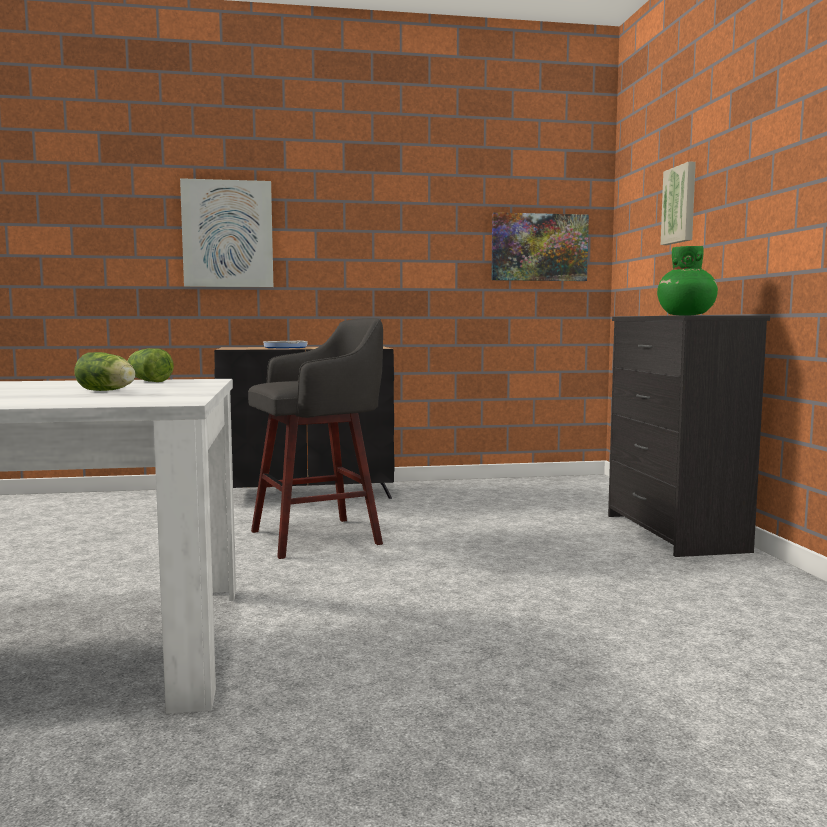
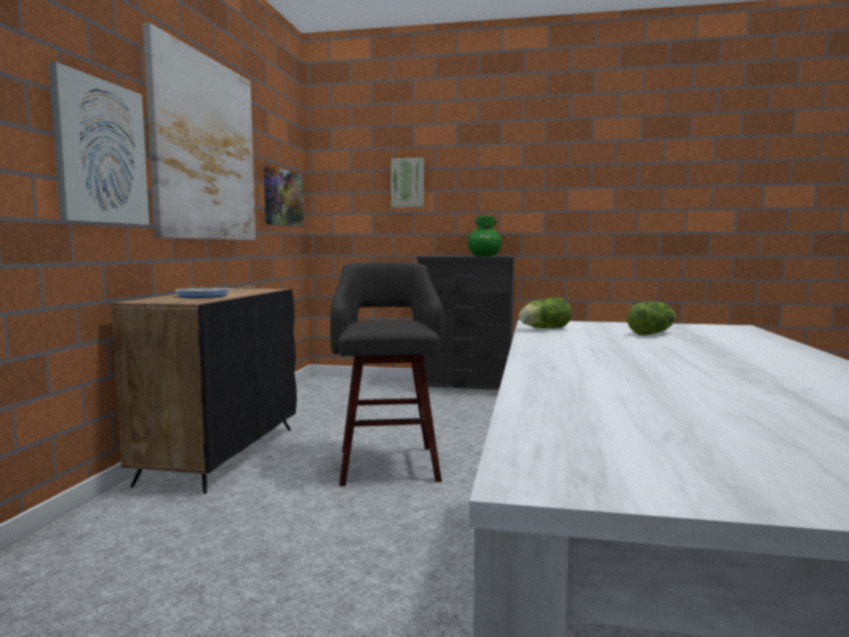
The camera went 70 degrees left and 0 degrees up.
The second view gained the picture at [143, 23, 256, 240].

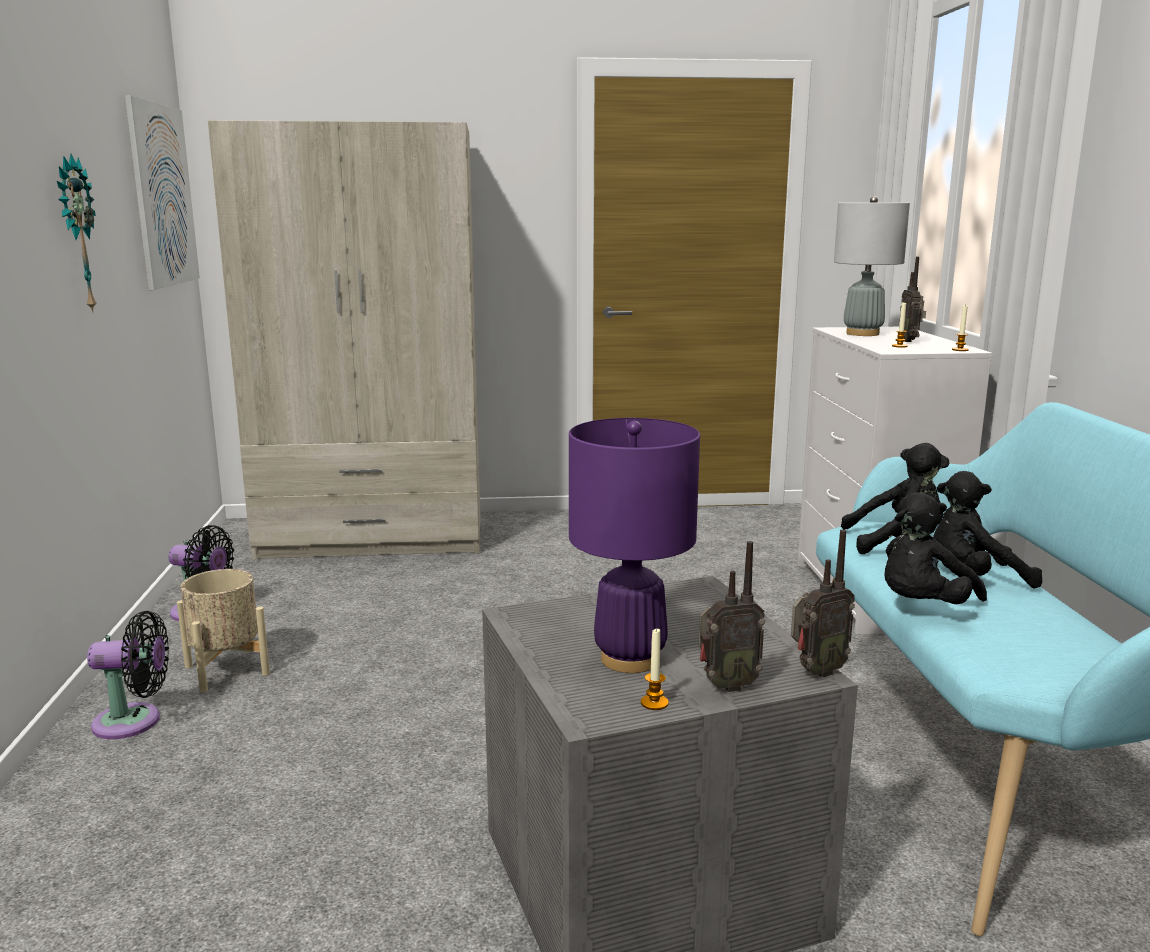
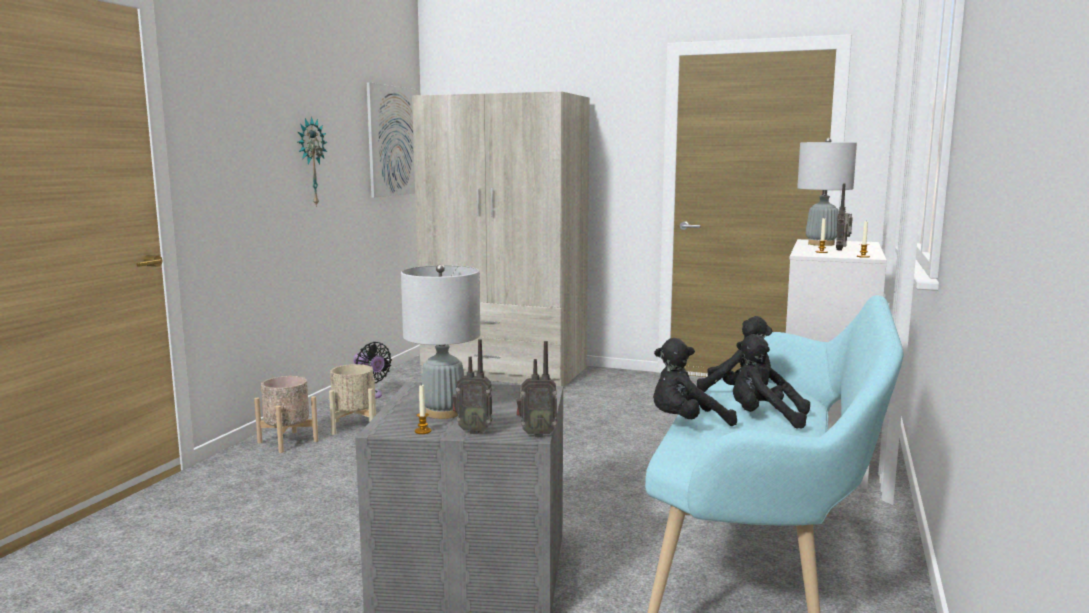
The camera went 25 degrees right and 5 degrees down.
Where the black fan stood at [87, 611, 169, 739], the beige planter came to stand at [254, 376, 319, 453].
What was the purple table lamp at [569, 418, 700, 673] turned into the grey table lamp at [401, 264, 480, 419].

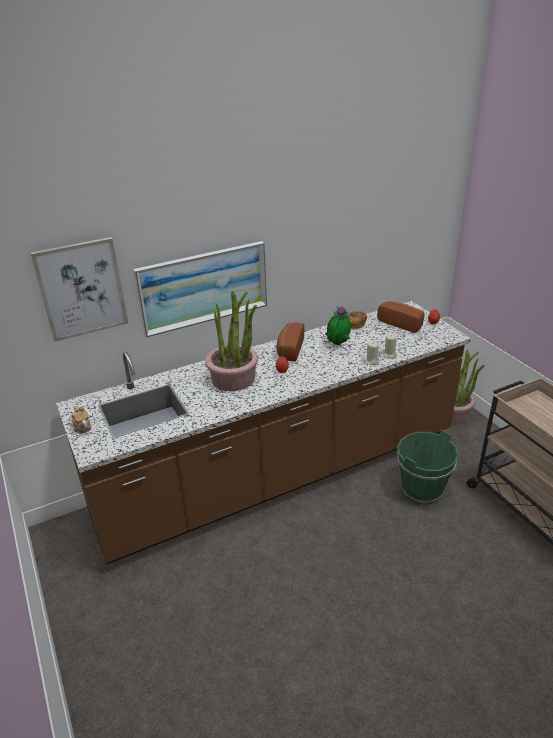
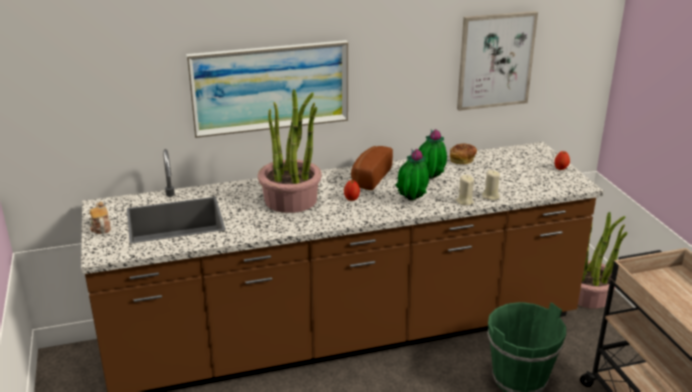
The camera went 10 degrees right and 5 degrees down.
The picture ended up elsewhere, having gone from [31, 237, 128, 342] to [457, 11, 538, 111].
The second view lost the bread at [377, 301, 424, 333].
The second view gained the potted plant at [395, 148, 429, 201].

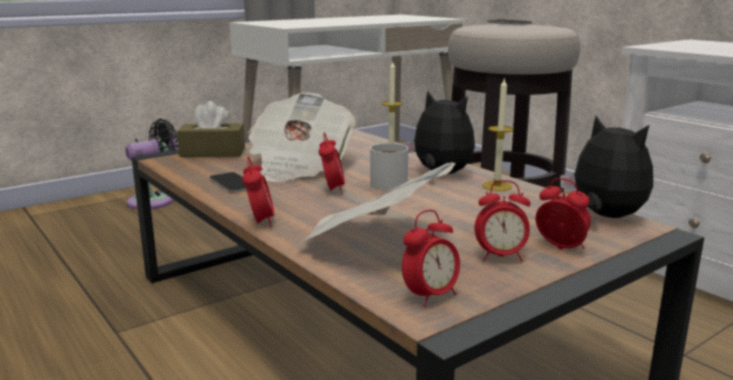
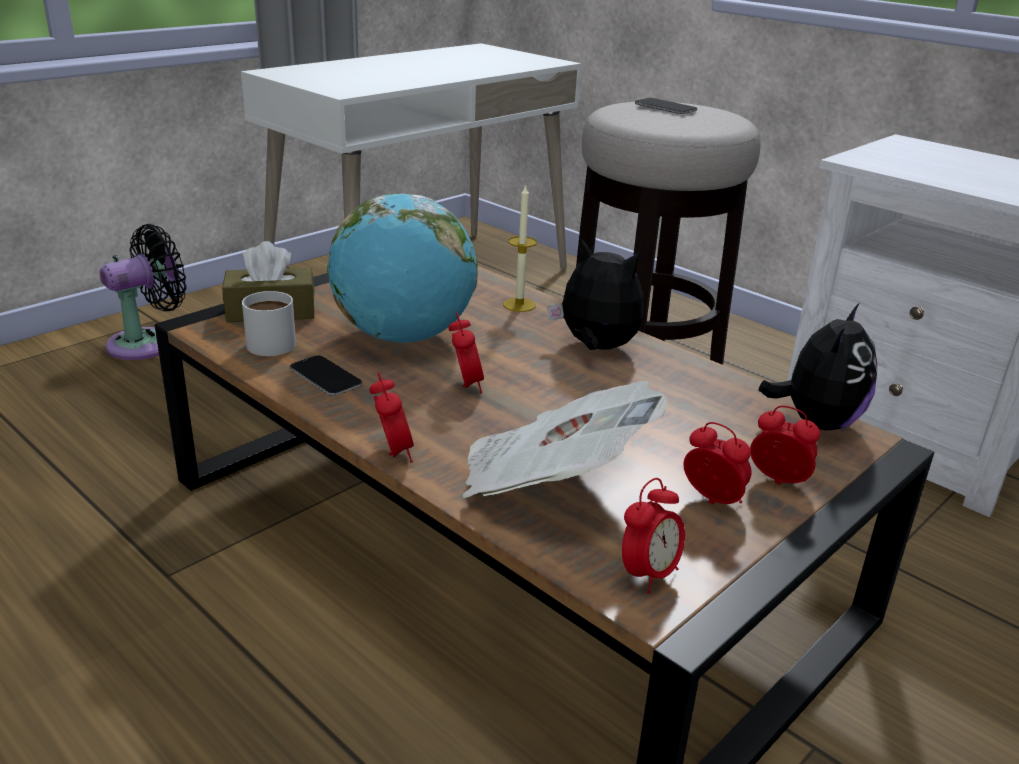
The camera went 10 degrees left and 10 degrees up.
Where the newspaper stood at [247, 92, 356, 182], the globe came to stand at [327, 193, 478, 343].
The white mug ended up elsewhere, having gone from [370, 143, 408, 190] to [242, 291, 296, 356].
The alarm clock at [474, 180, 530, 262] ended up facing another way, 135 degrees counterclockwise from before.
The second view lost the candle at [482, 77, 514, 191].
The plush toy at [560, 116, 653, 218] ended up facing another way, 75 degrees clockwise from before.

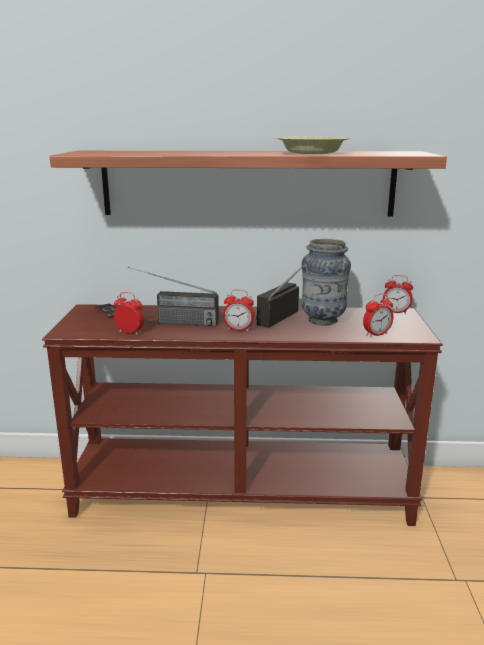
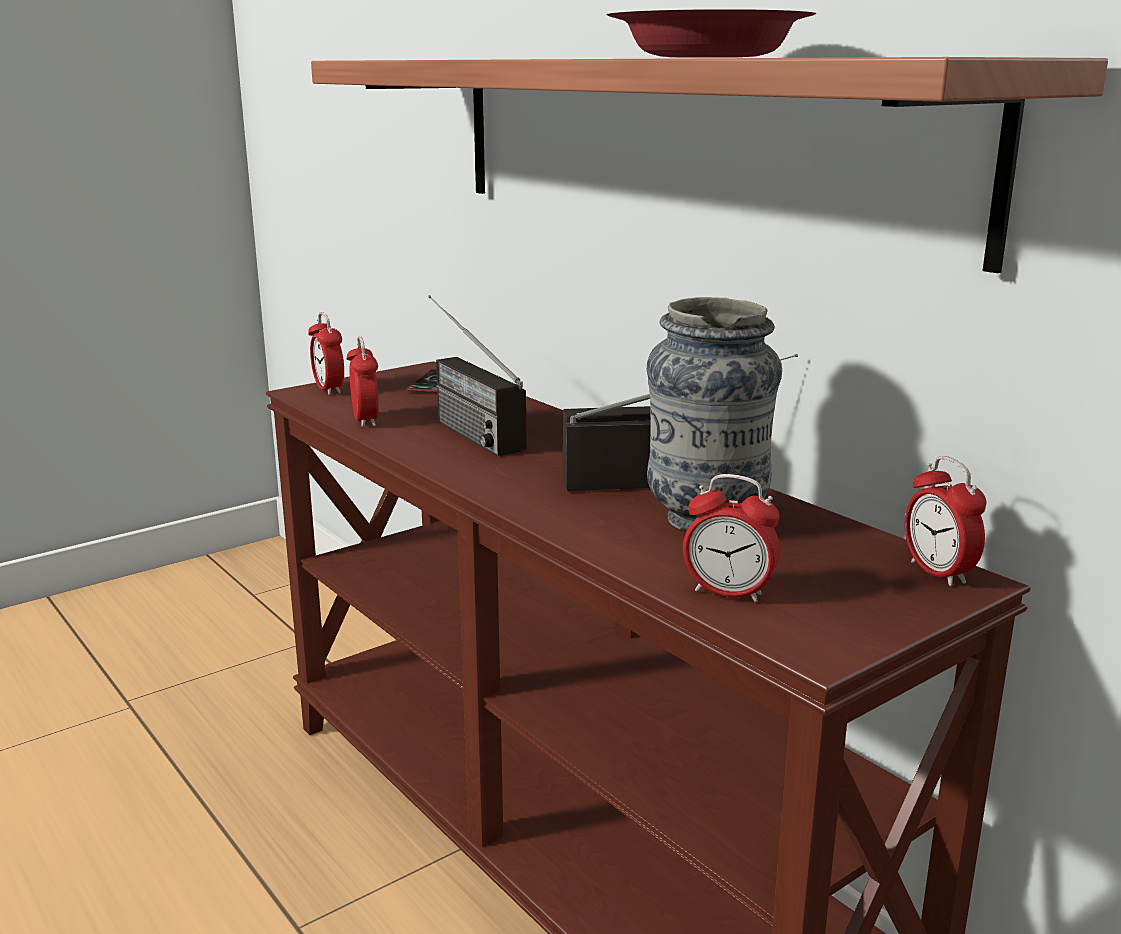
The camera went 50 degrees right and 0 degrees up.
The alarm clock ended up elsewhere, having gone from [223, 290, 255, 331] to [308, 312, 344, 395].
What was the yellow bowl at [276, 137, 351, 154] turned into the red bowl at [606, 9, 817, 57].

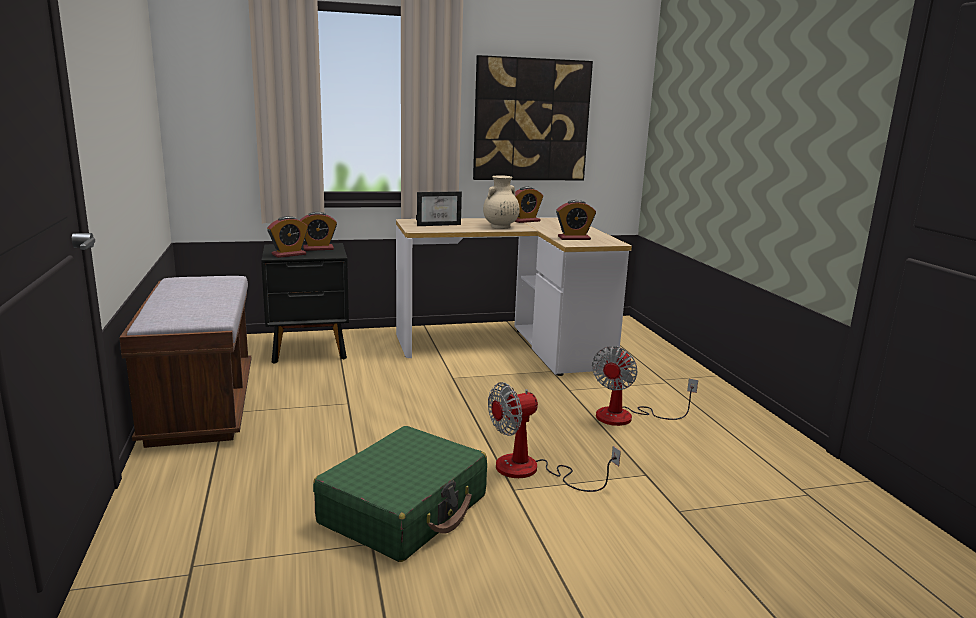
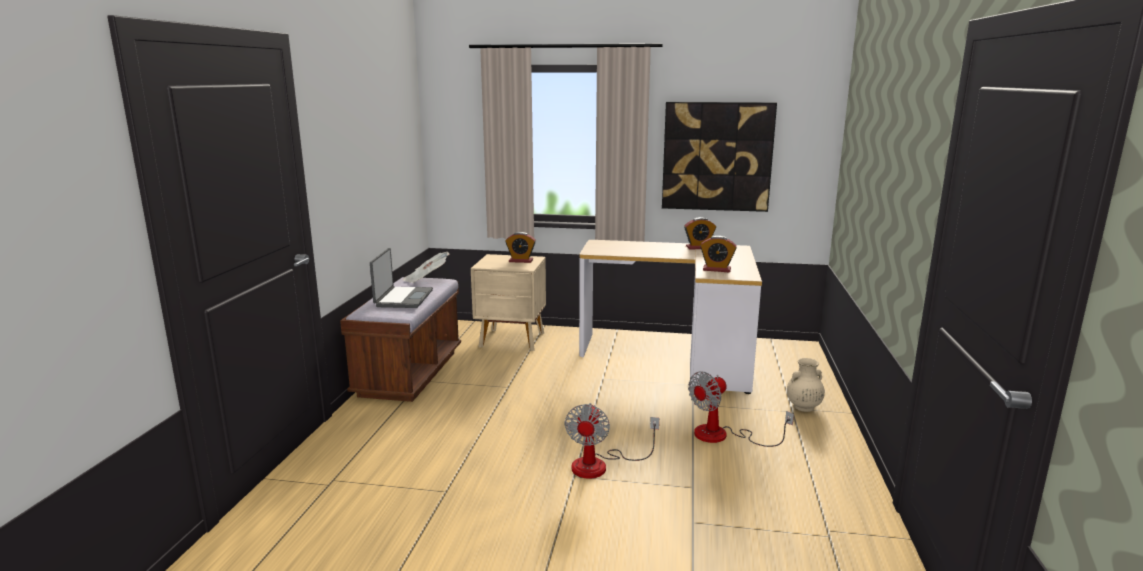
The camera went 25 degrees right and 0 degrees up.
What was the black nightstand at [261, 243, 349, 364] turned into the beige nightstand at [471, 254, 546, 351].
The second view lost the alarm clock at [267, 216, 308, 258].
The second view lost the green suitcase at [313, 426, 487, 562].
The second view lost the picture frame at [416, 191, 462, 226].
The beige vase ended up elsewhere, having gone from [483, 175, 520, 229] to [787, 358, 825, 412].
The fan at [488, 382, 621, 492] ended up facing another way, 75 degrees counterclockwise from before.
The second view gained the laptop at [370, 248, 433, 308].
The second view gained the newspaper at [403, 252, 449, 283].

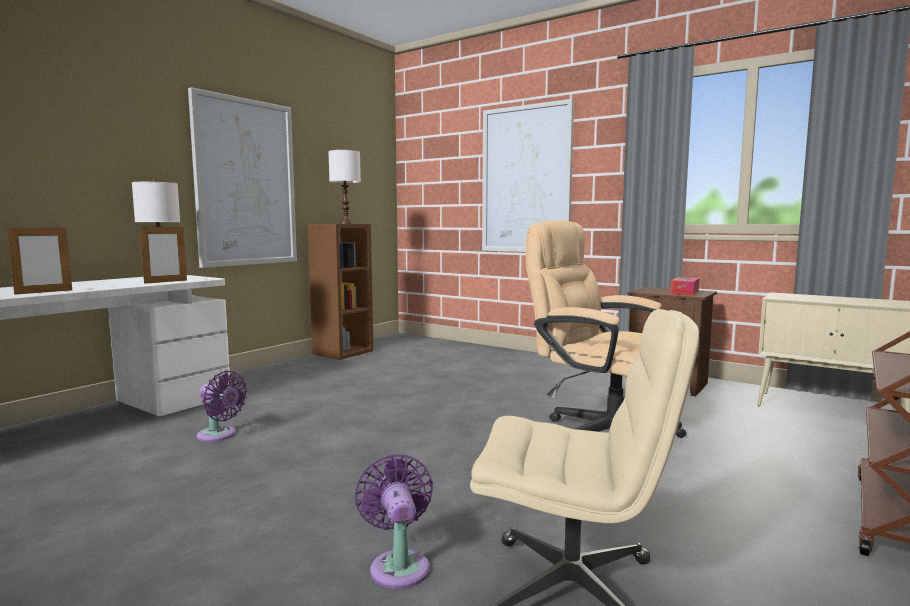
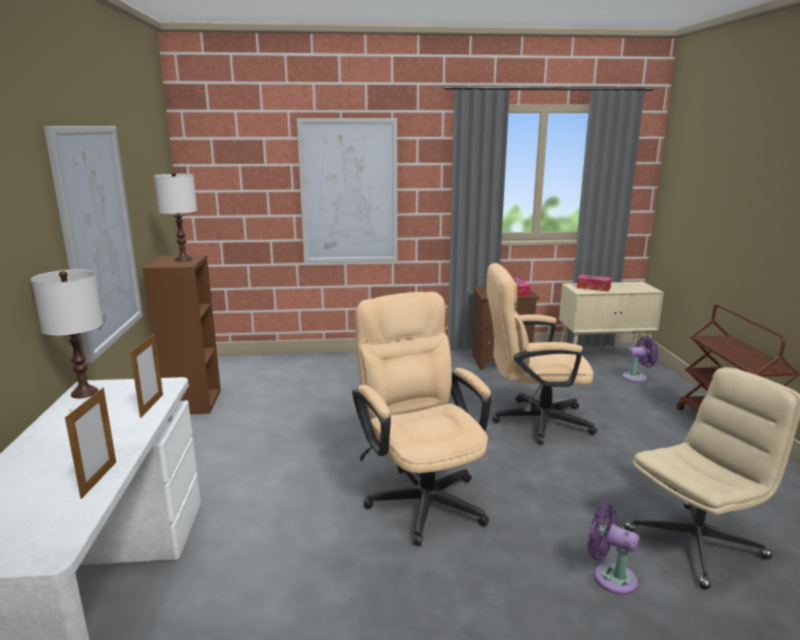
The camera went 40 degrees left and 10 degrees up.
The purple fan ended up elsewhere, having gone from [197, 371, 247, 442] to [622, 336, 659, 382].
The second view gained the beige office chair at [352, 292, 491, 546].
The second view gained the tissue box at [577, 274, 612, 291].

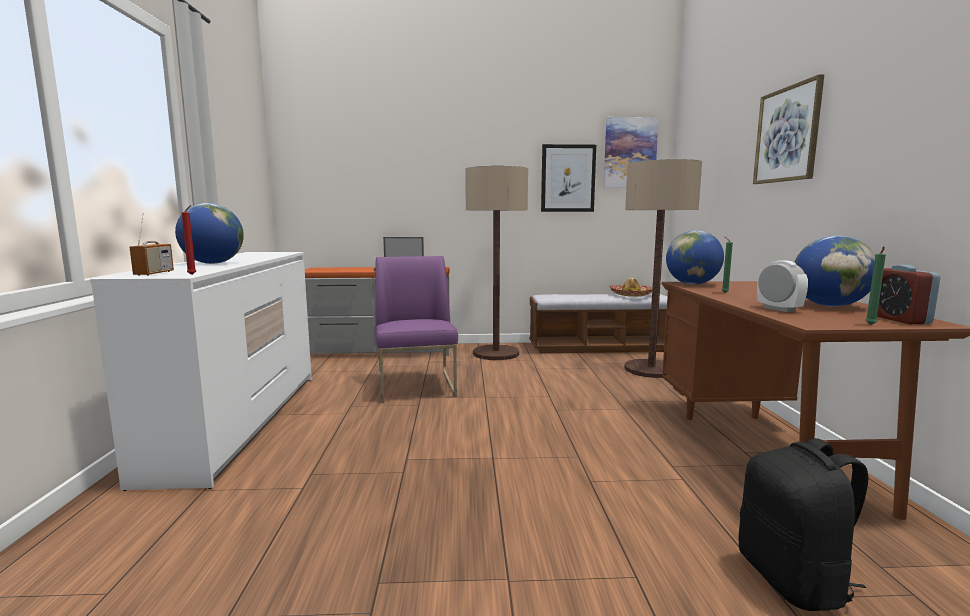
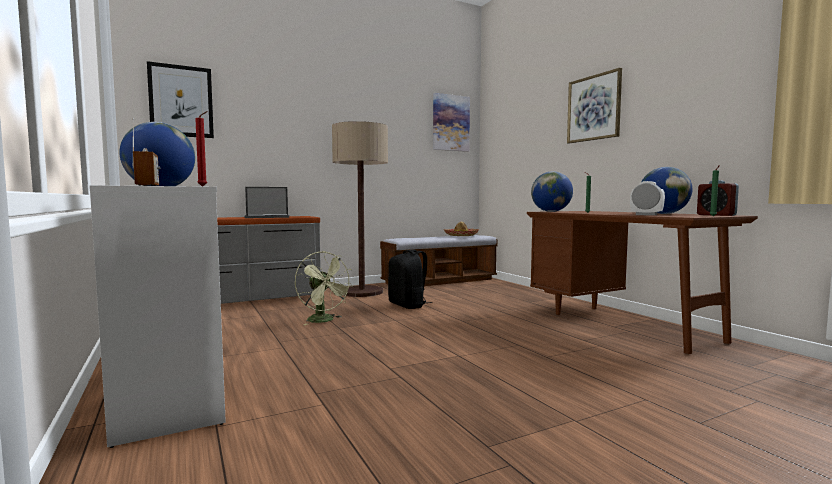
The camera went 25 degrees left and 5 degrees down.
Where the purple chair stood at [375, 256, 458, 403], the green fan came to stand at [295, 251, 353, 325].
The picture ended up elsewhere, having gone from [541, 144, 596, 212] to [147, 61, 214, 138].
The second view lost the floor lamp at [624, 159, 702, 378].
The black backpack ended up elsewhere, having gone from [739, 438, 868, 611] to [388, 249, 432, 309].

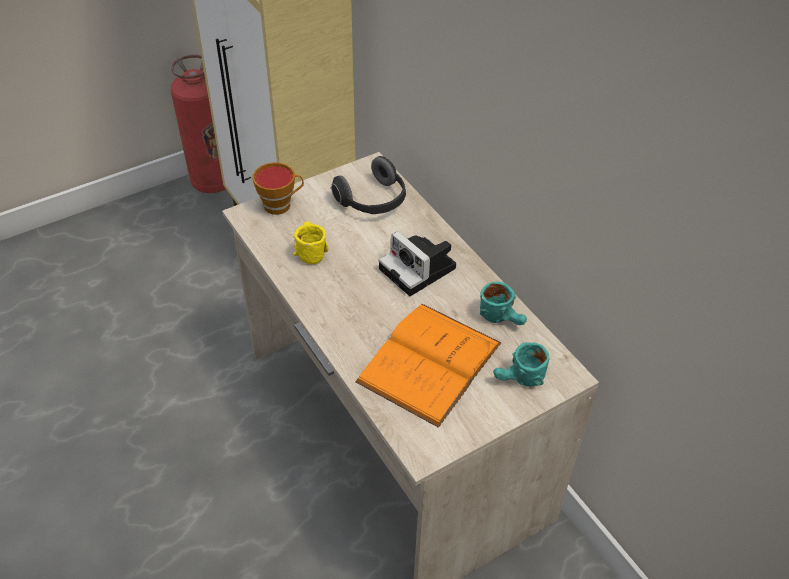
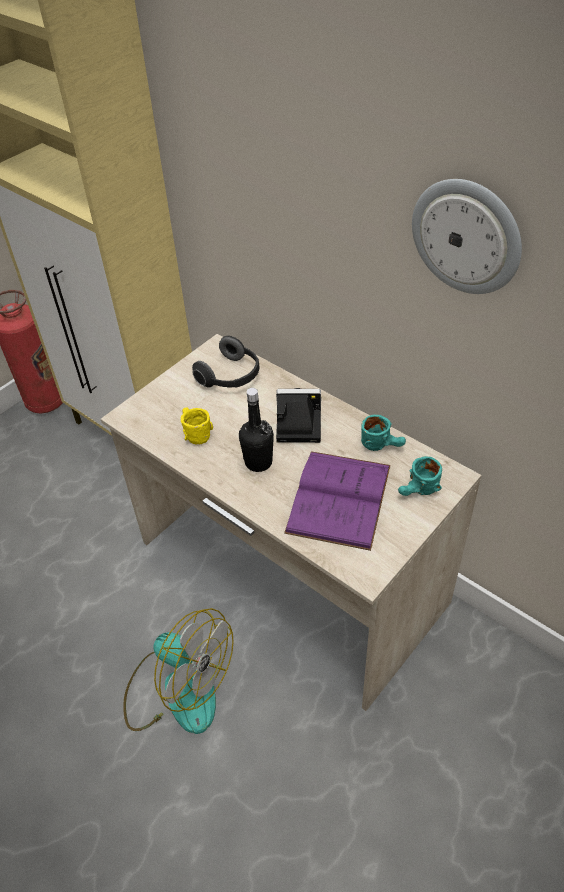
The camera went 15 degrees left and 0 degrees up.
The second view lost the cup at [253, 162, 304, 215].
What was the orange book at [355, 304, 501, 428] turned into the purple book at [284, 451, 391, 551].
The photo camera at [379, 231, 456, 296] ended up facing another way, 150 degrees clockwise from before.
The second view gained the fan at [123, 608, 234, 734].
The second view gained the black bottle at [239, 388, 274, 472].
The second view gained the wall clock at [412, 179, 522, 294].

